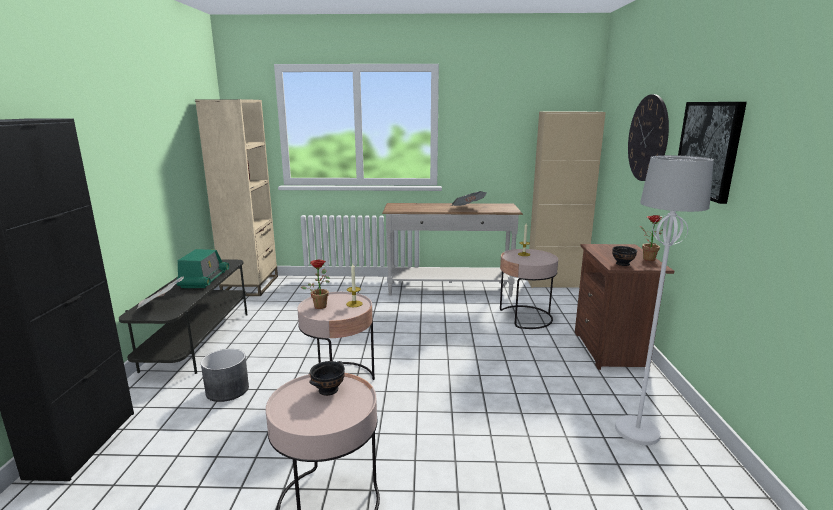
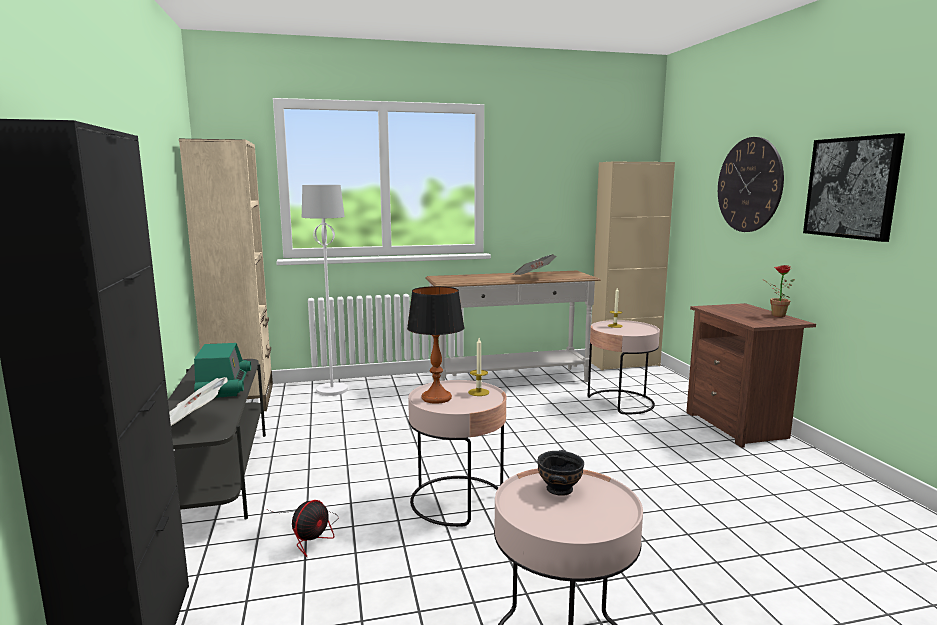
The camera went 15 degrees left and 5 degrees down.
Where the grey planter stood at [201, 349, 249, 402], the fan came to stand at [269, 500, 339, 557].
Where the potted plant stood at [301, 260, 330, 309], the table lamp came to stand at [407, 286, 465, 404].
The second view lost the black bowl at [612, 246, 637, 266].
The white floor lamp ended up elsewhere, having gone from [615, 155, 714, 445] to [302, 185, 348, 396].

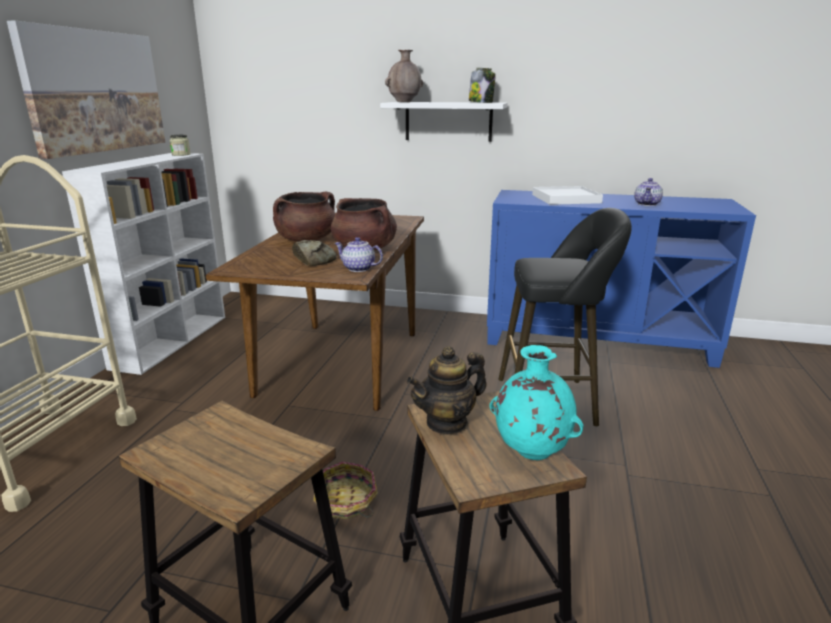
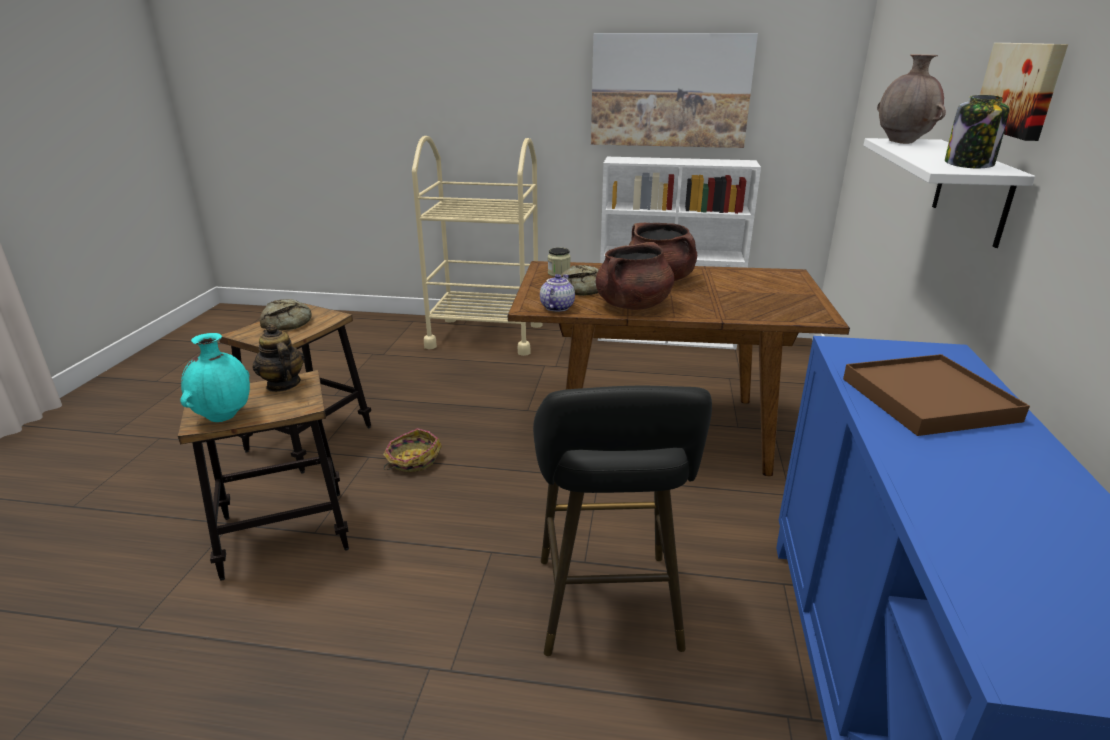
The camera went 85 degrees right and 5 degrees up.
The jar ended up elsewhere, having gone from [170, 135, 191, 156] to [548, 247, 571, 277].
What was the white tray at [532, 186, 603, 205] turned into the brown tray at [843, 354, 1030, 436].
The second view lost the teapot at [634, 178, 663, 206].
The second view gained the bread at [260, 299, 312, 330].
The second view gained the picture at [980, 43, 1068, 141].

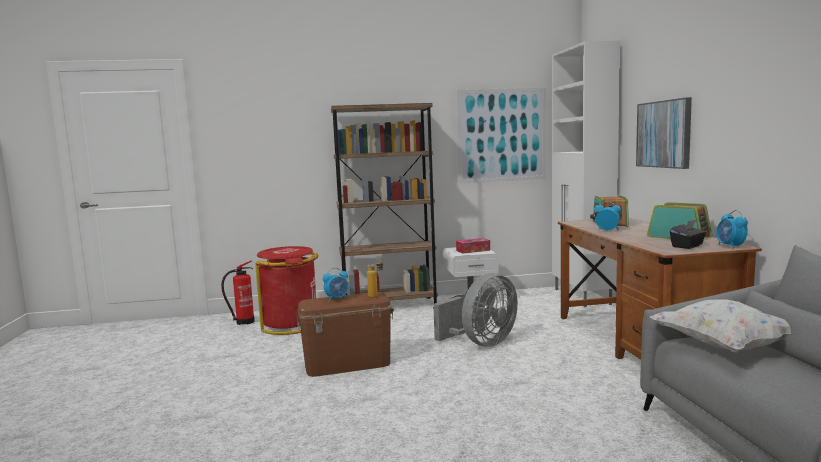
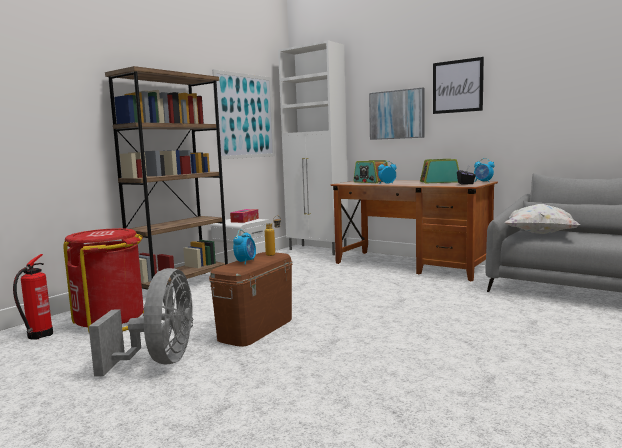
The camera went 45 degrees left and 0 degrees up.
The grey fan ended up elsewhere, having gone from [433, 273, 518, 347] to [89, 268, 193, 376].
The second view gained the picture at [433, 57, 484, 114].

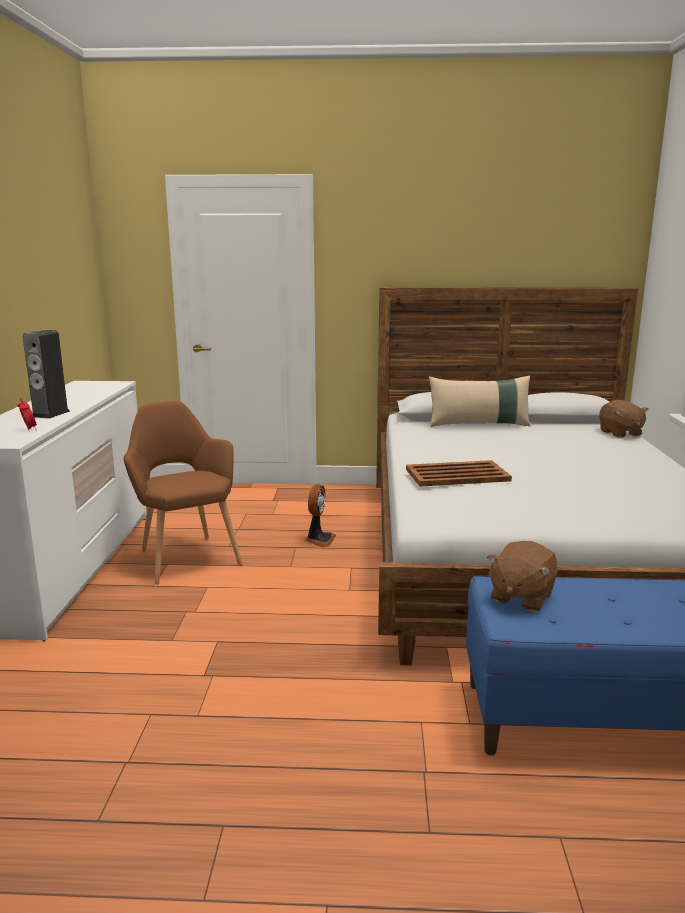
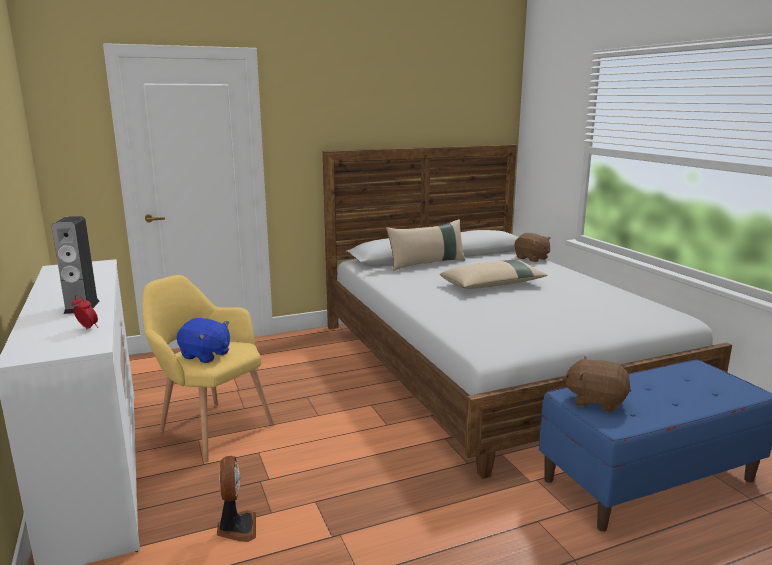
The camera went 25 degrees left and 0 degrees up.
What was the brown armchair at [124, 401, 242, 585] turned into the yellow armchair at [142, 275, 274, 462].
The fan ended up elsewhere, having gone from [305, 484, 336, 547] to [217, 456, 256, 542].
The second view lost the brown tray at [406, 460, 512, 487].
The brown plush toy at [487, 541, 558, 612] ended up facing another way, 105 degrees clockwise from before.
The second view gained the blue plush toy at [177, 318, 230, 363].
The second view gained the beige pillow at [440, 260, 548, 289].

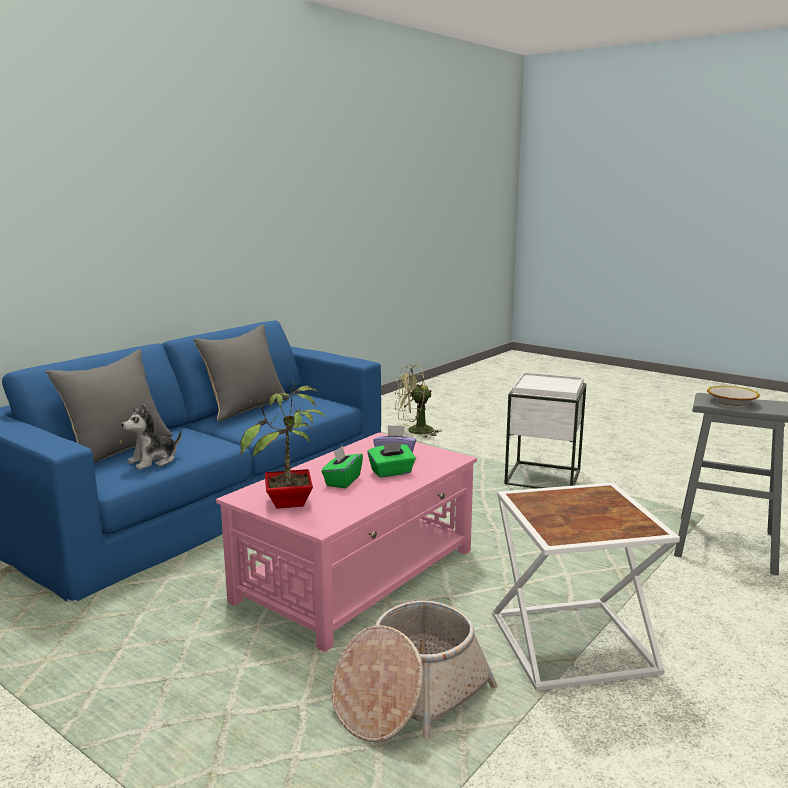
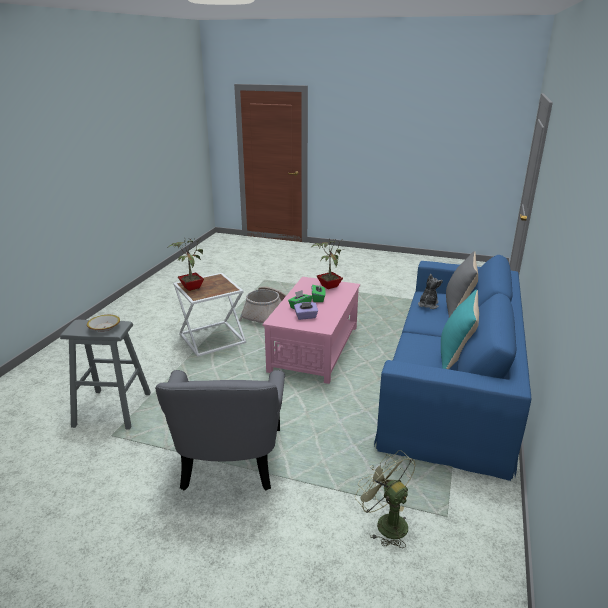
The camera went 160 degrees right and 10 degrees up.
What was the grey pillow at [193, 324, 289, 421] turned into the turquoise pillow at [441, 290, 479, 369].
The green fan at [394, 365, 442, 438] ended up facing another way, 90 degrees counterclockwise from before.
Where the white side table stood at [504, 372, 586, 489], the grey armchair came to stand at [155, 370, 285, 491].
The second view gained the potted plant at [170, 237, 204, 291].

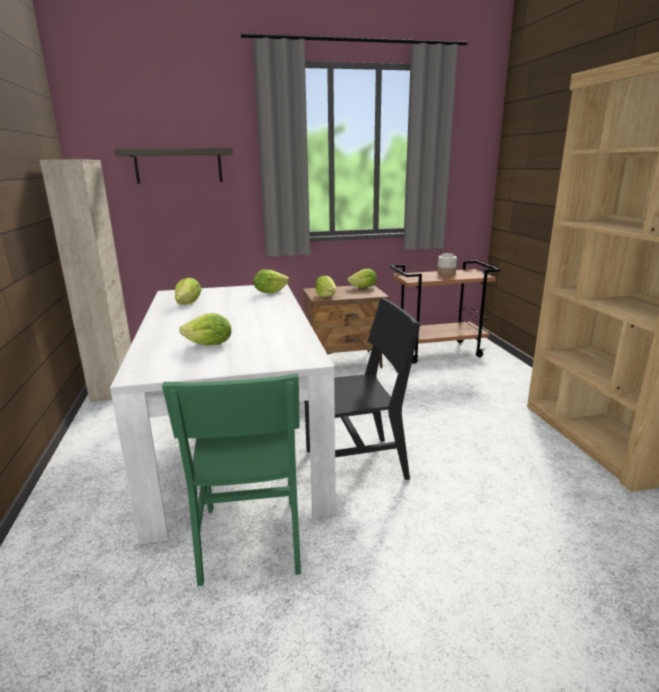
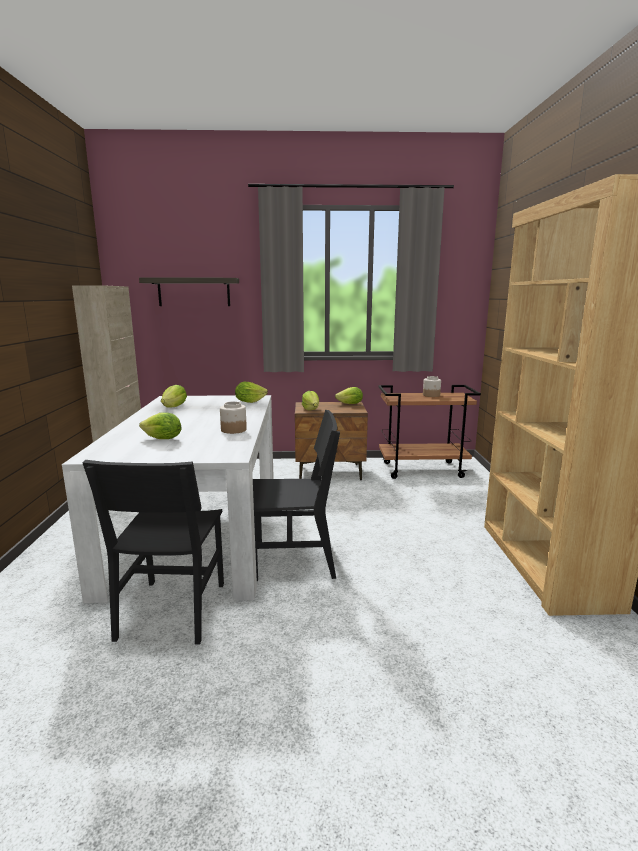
The camera went 10 degrees right and 5 degrees down.
What was the green chair at [162, 373, 301, 586] turned into the black chair at [82, 460, 224, 645].
The second view gained the jar at [220, 401, 247, 434].

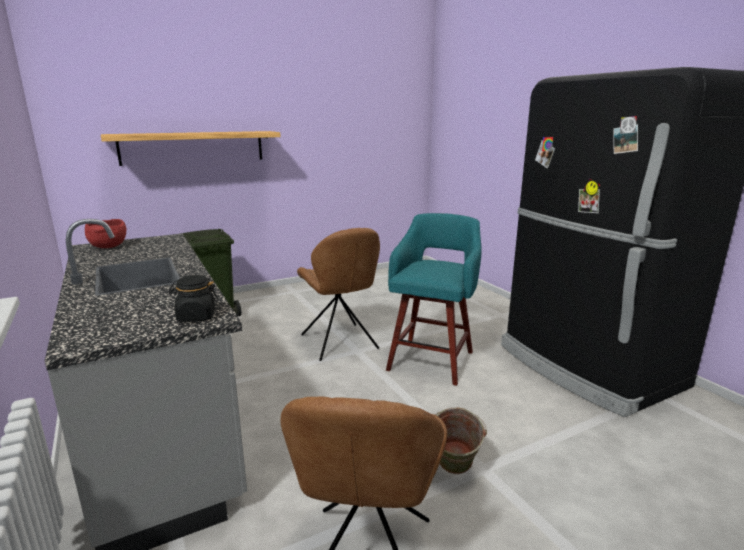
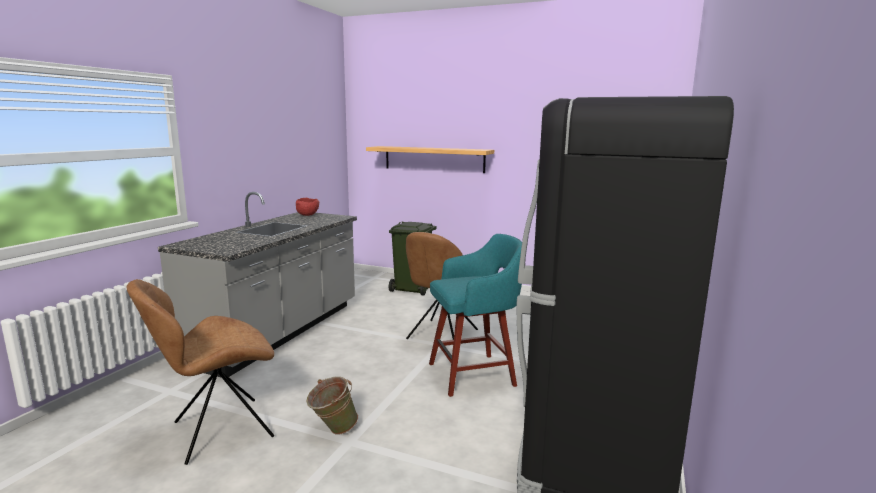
The camera went 50 degrees right and 5 degrees down.
The second view lost the black jar at [168, 275, 218, 322].

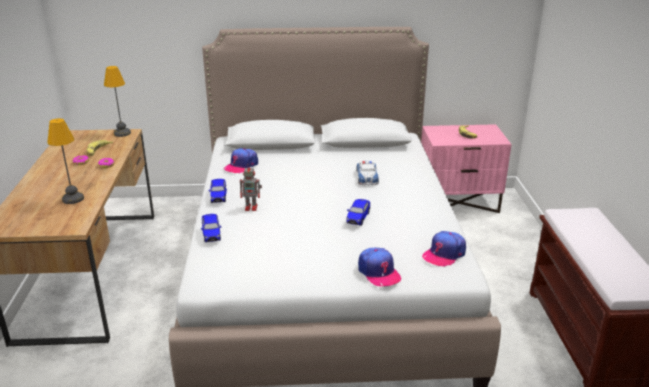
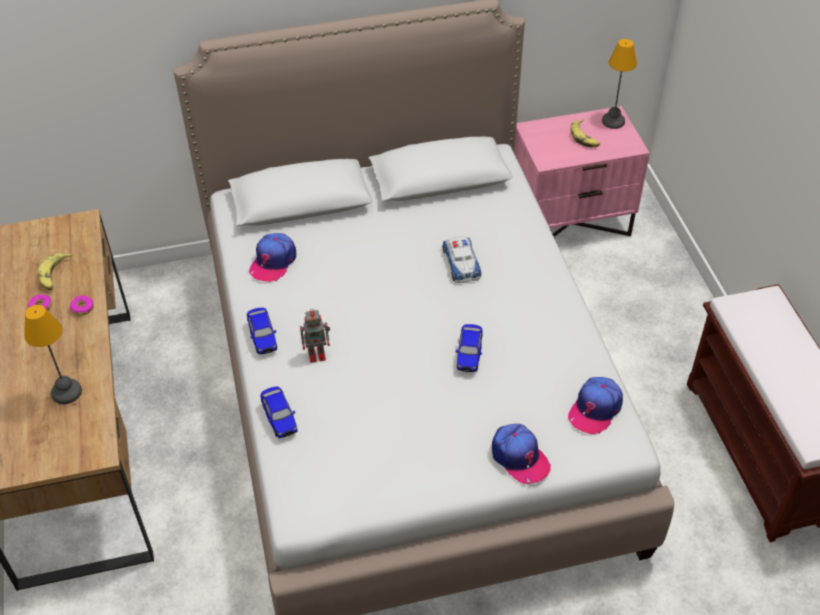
The camera went 10 degrees left and 20 degrees up.
The table lamp ended up elsewhere, having gone from [104, 66, 131, 137] to [602, 39, 637, 129].

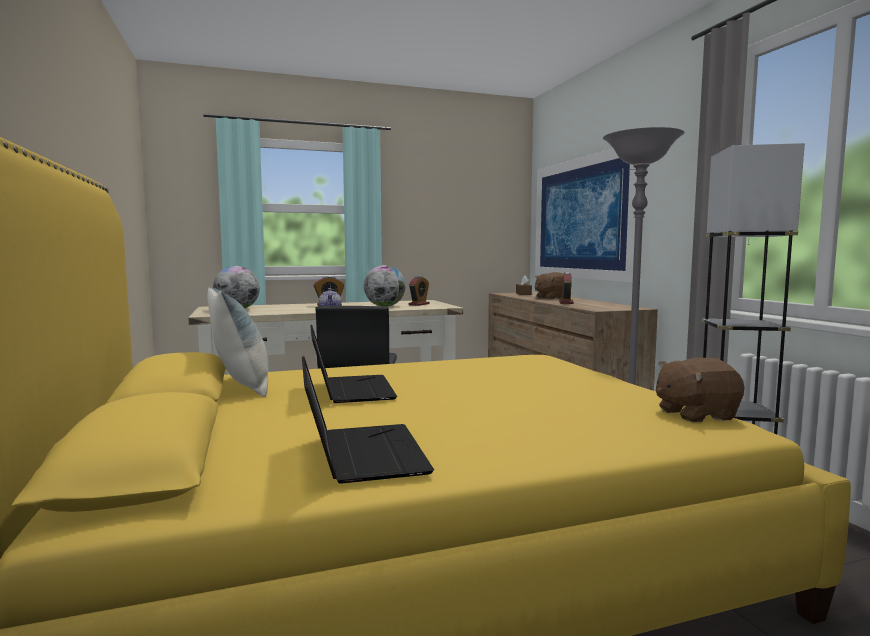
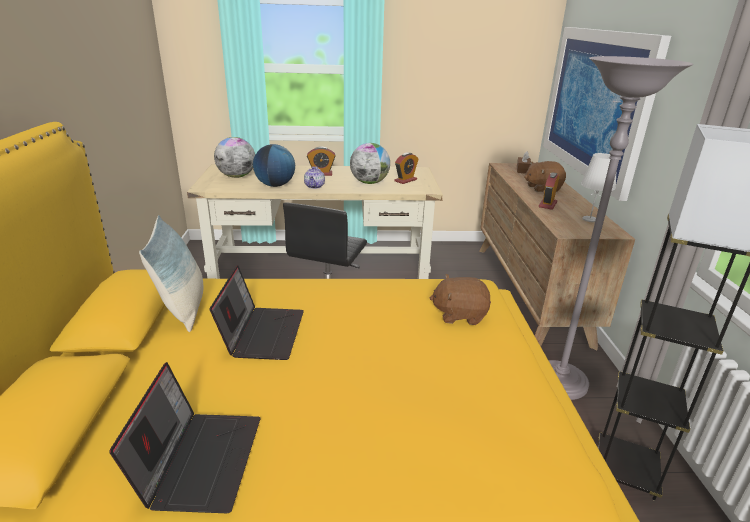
The camera went 15 degrees right and 20 degrees up.
The brown plush toy ended up elsewhere, having gone from [656, 358, 745, 422] to [430, 274, 491, 325].
The second view gained the globe at [253, 144, 295, 187].
The second view gained the white table lamp at [581, 153, 616, 222].

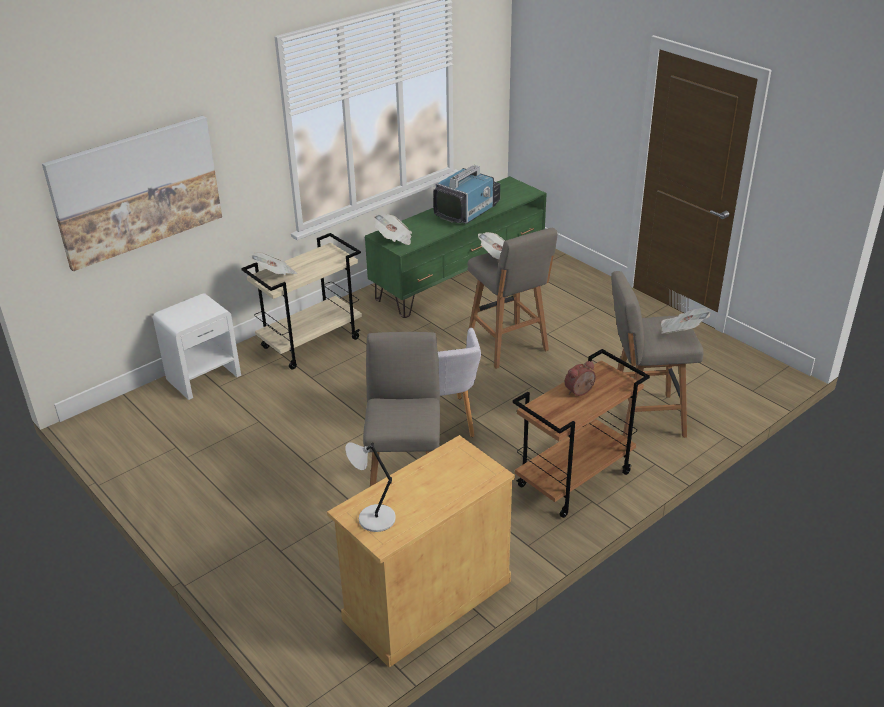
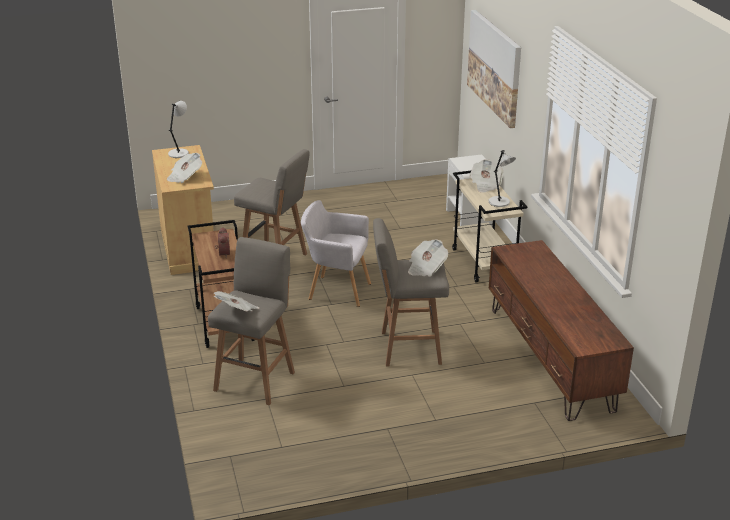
The camera went 115 degrees right and 5 degrees down.
What was the green tv stand at [365, 176, 547, 318] turned into the brown tv stand at [489, 240, 634, 421].
The newspaper ended up elsewhere, having gone from [374, 214, 412, 245] to [167, 153, 202, 183].
The second view lost the television at [433, 165, 500, 224].
The second view gained the grey table lamp at [488, 150, 516, 207].

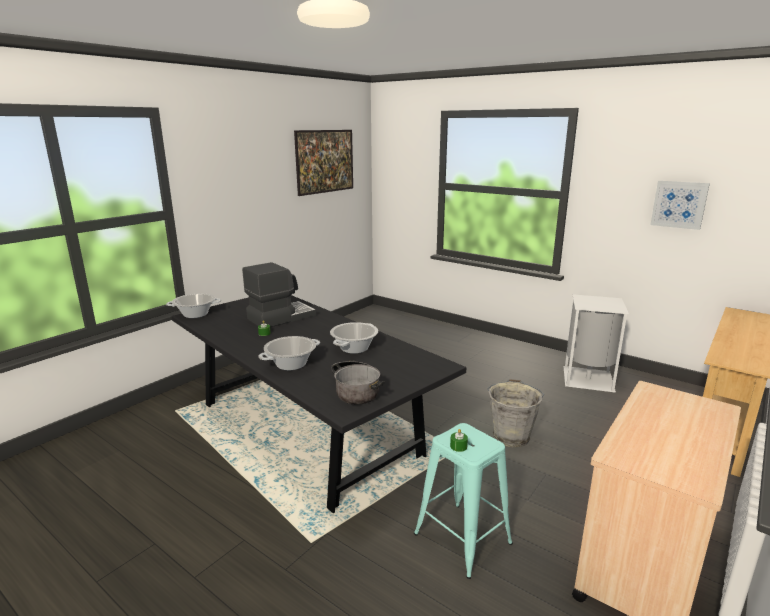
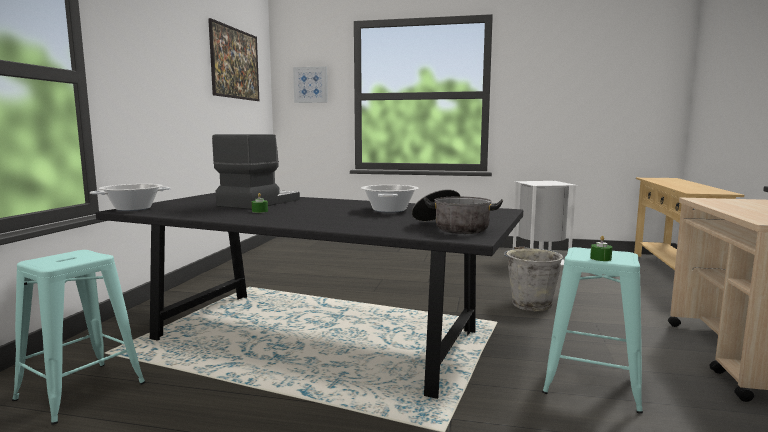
The camera went 25 degrees left and 10 degrees down.
The second view lost the cooking pot at [259, 336, 320, 370].
The picture ended up elsewhere, having gone from [650, 181, 710, 230] to [293, 66, 328, 103].
The second view gained the turquoise stool at [12, 250, 145, 425].

